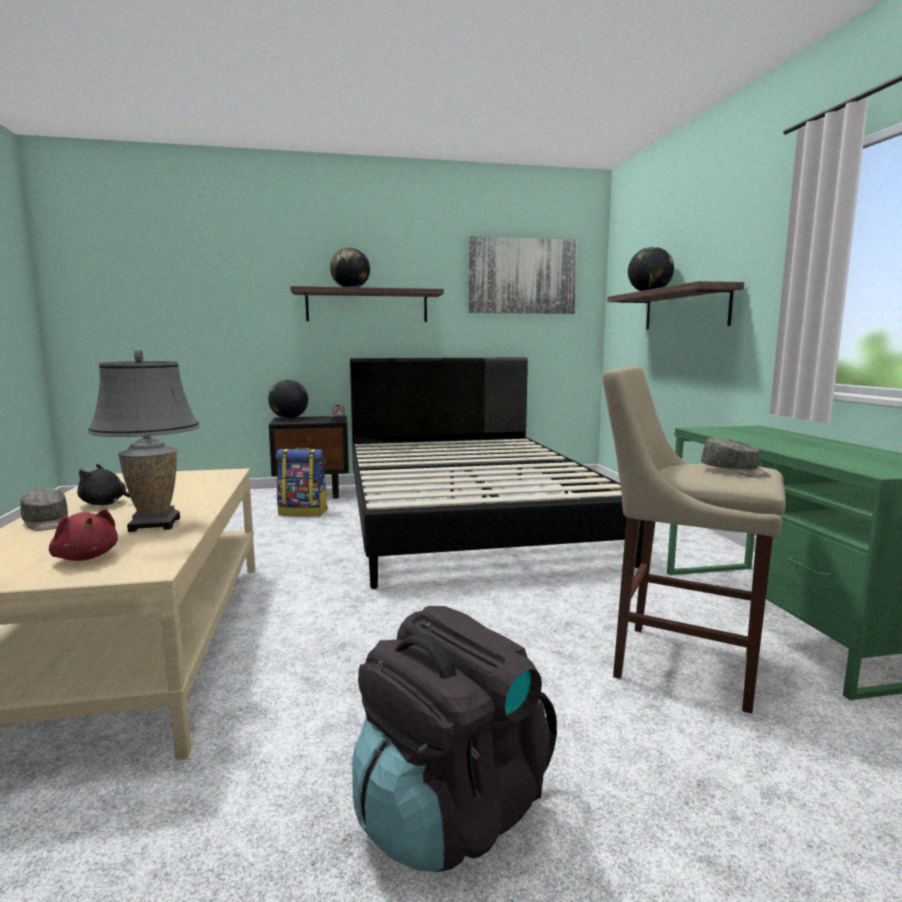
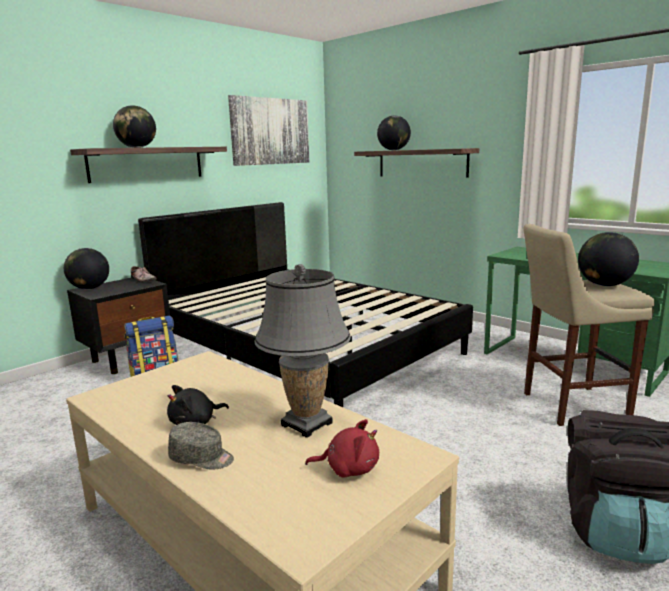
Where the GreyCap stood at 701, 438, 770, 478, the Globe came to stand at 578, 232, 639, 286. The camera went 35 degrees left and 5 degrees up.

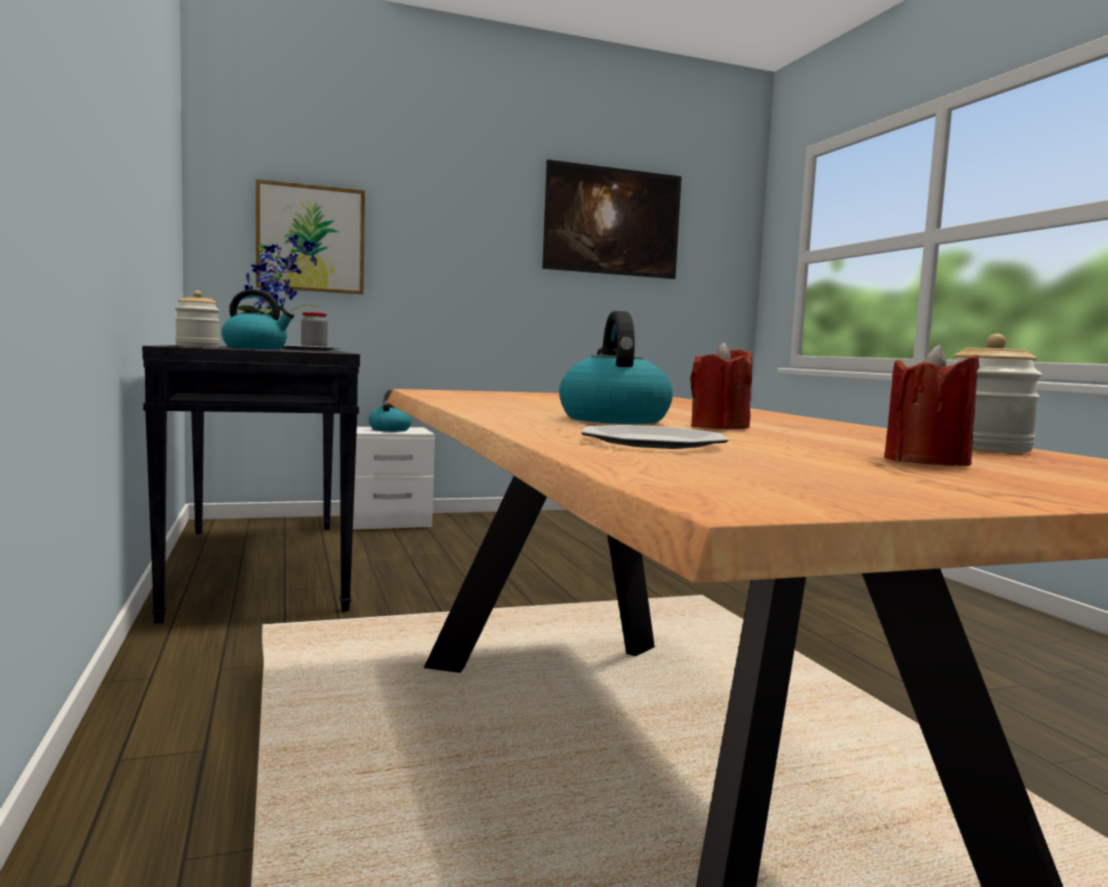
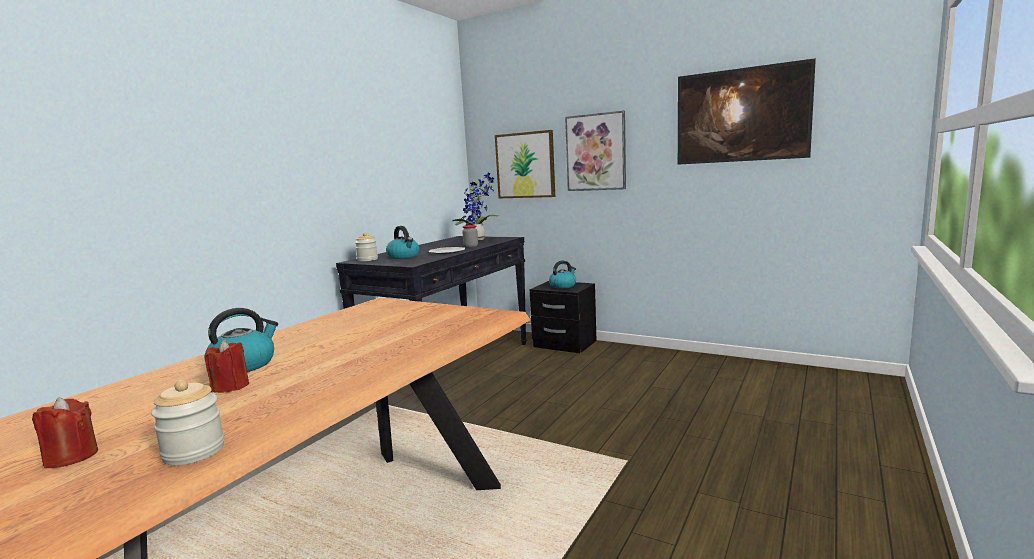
What was the WhiteNightstand at 353, 427, 435, 530 turned into the BlackNightstand at 530, 281, 596, 353. The second view gained the Picture at 565, 111, 626, 191. The second view lost the Plate at 582, 425, 728, 449. The camera went 50 degrees right and 5 degrees up.

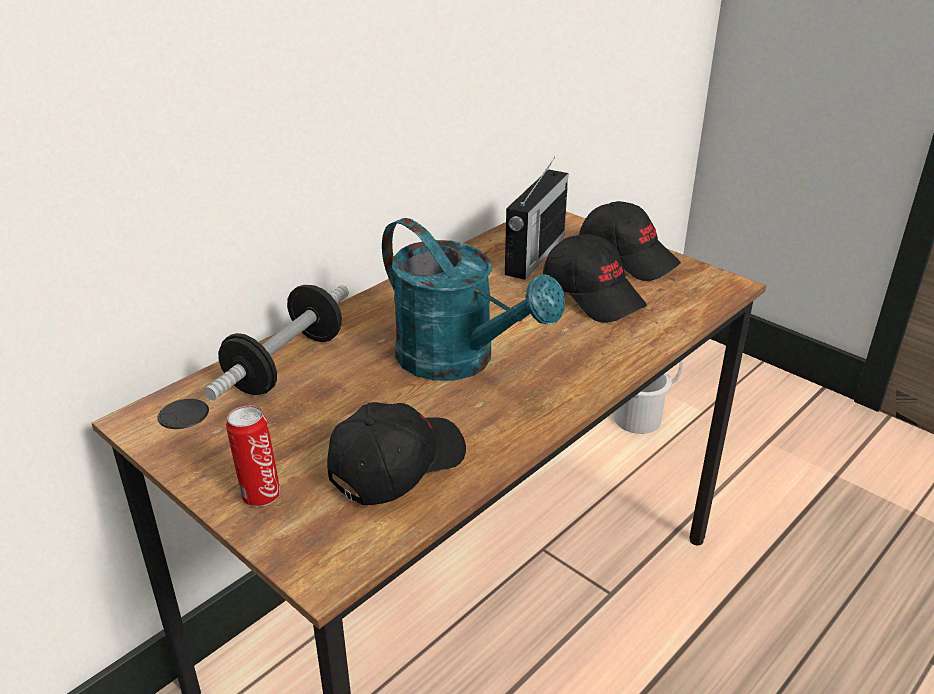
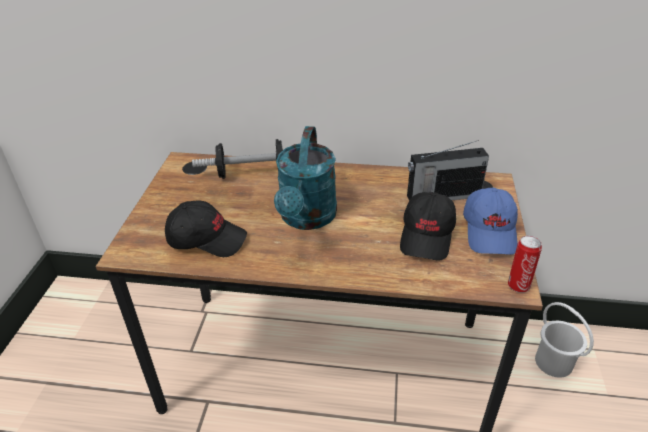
What was the BlackCap at 579, 201, 681, 281 turned into the BlueCap at 463, 187, 518, 255. The Can ended up elsewhere, having gone from 226, 405, 280, 507 to 508, 236, 542, 293. The camera went 55 degrees right and 5 degrees up.

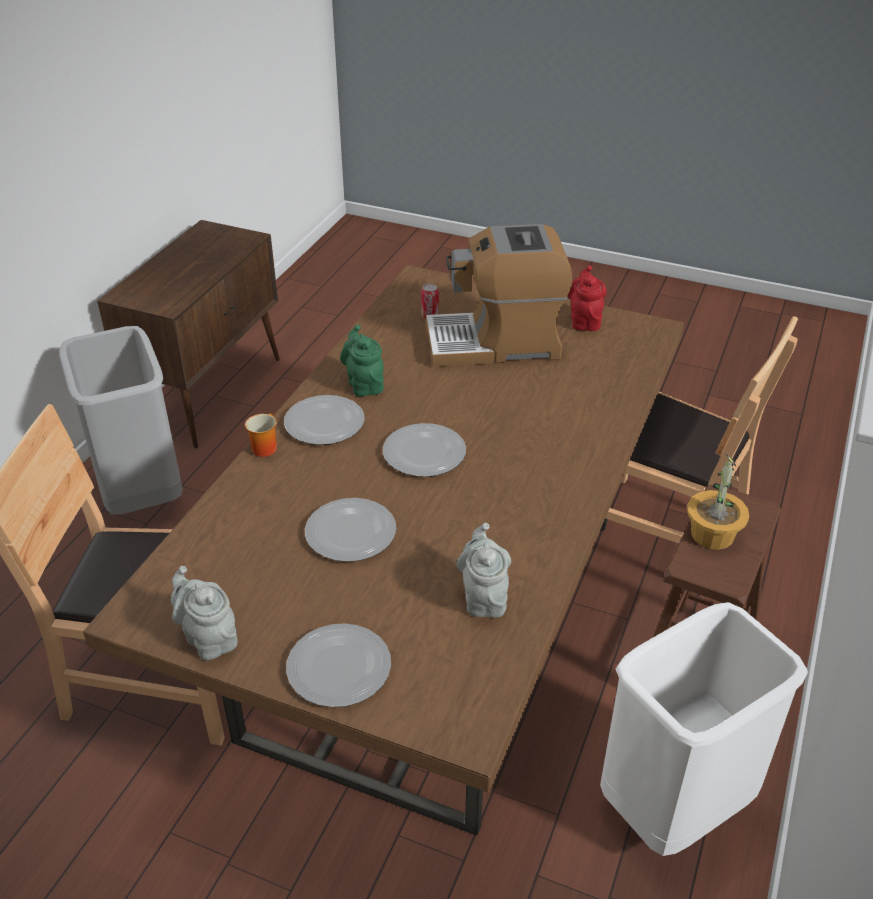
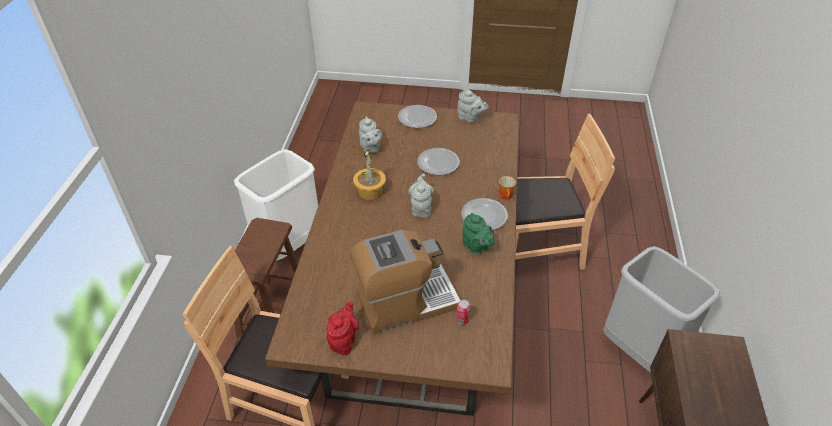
The RedTeapot at 568, 265, 607, 331 ended up facing another way, 150 degrees counterclockwise from before. The PottedPlant ended up elsewhere, having gone from 687, 453, 749, 550 to 353, 149, 386, 200. Where the Plate stood at 383, 423, 466, 477, the GreyTeapot came to stand at 408, 174, 434, 218. The camera went 165 degrees right and 5 degrees up.

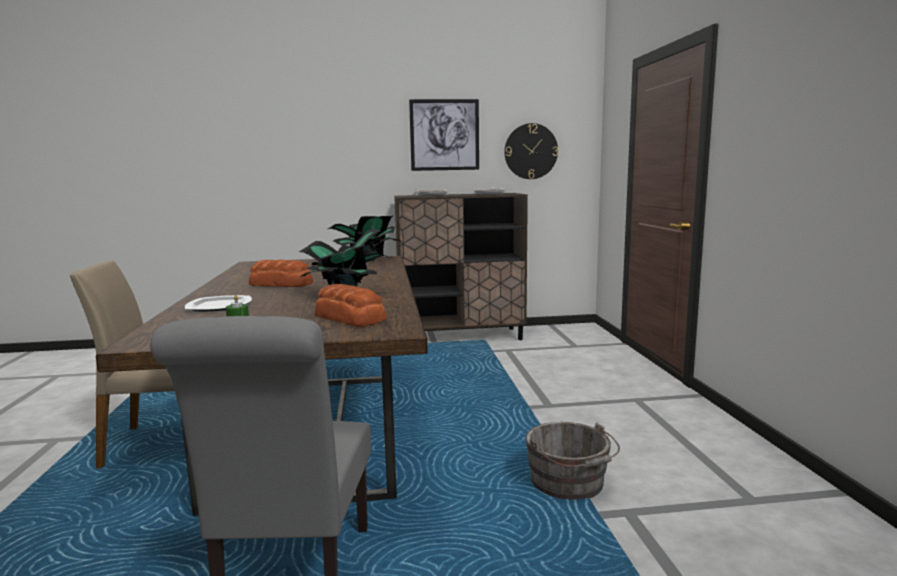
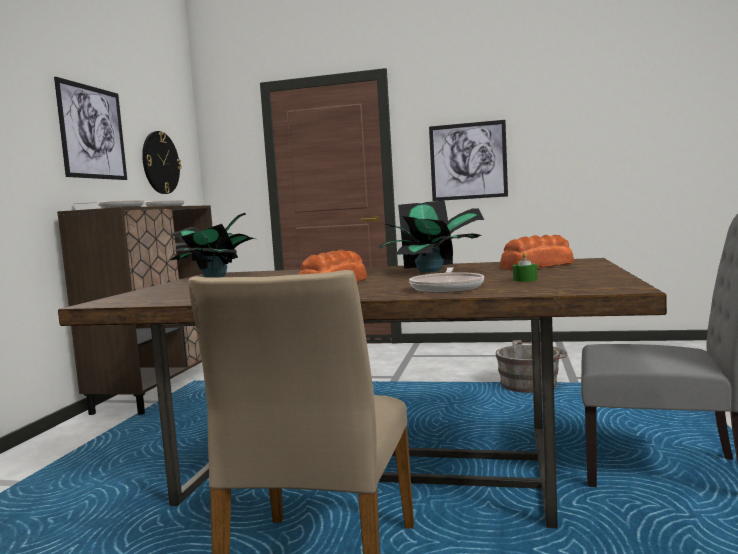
Where the Plate stood at 185, 295, 252, 311, the FryingPan came to stand at 409, 267, 484, 293. The second view gained the Picture at 429, 120, 508, 201. The camera went 70 degrees left and 5 degrees down.

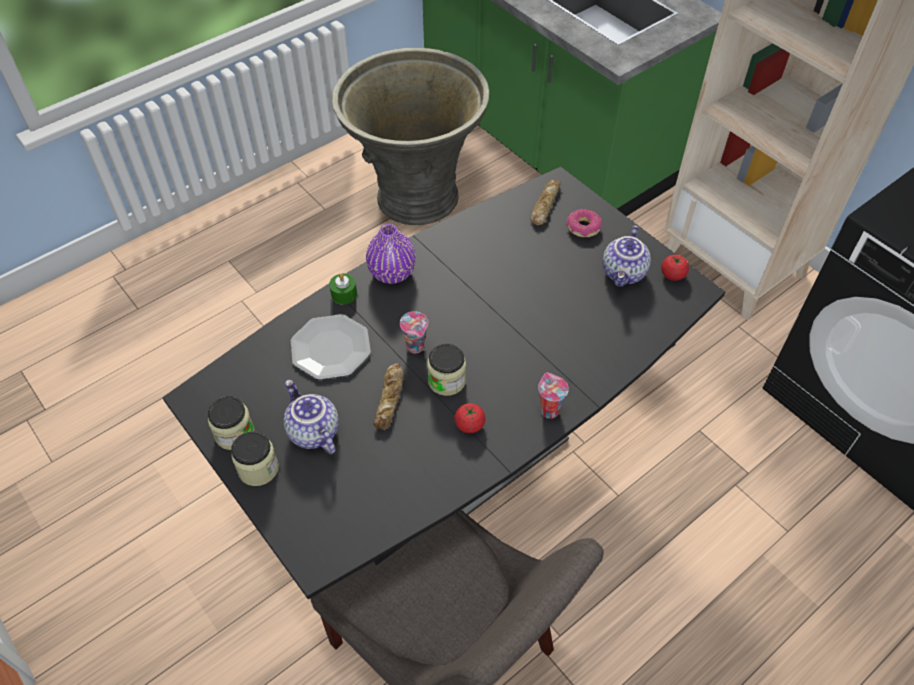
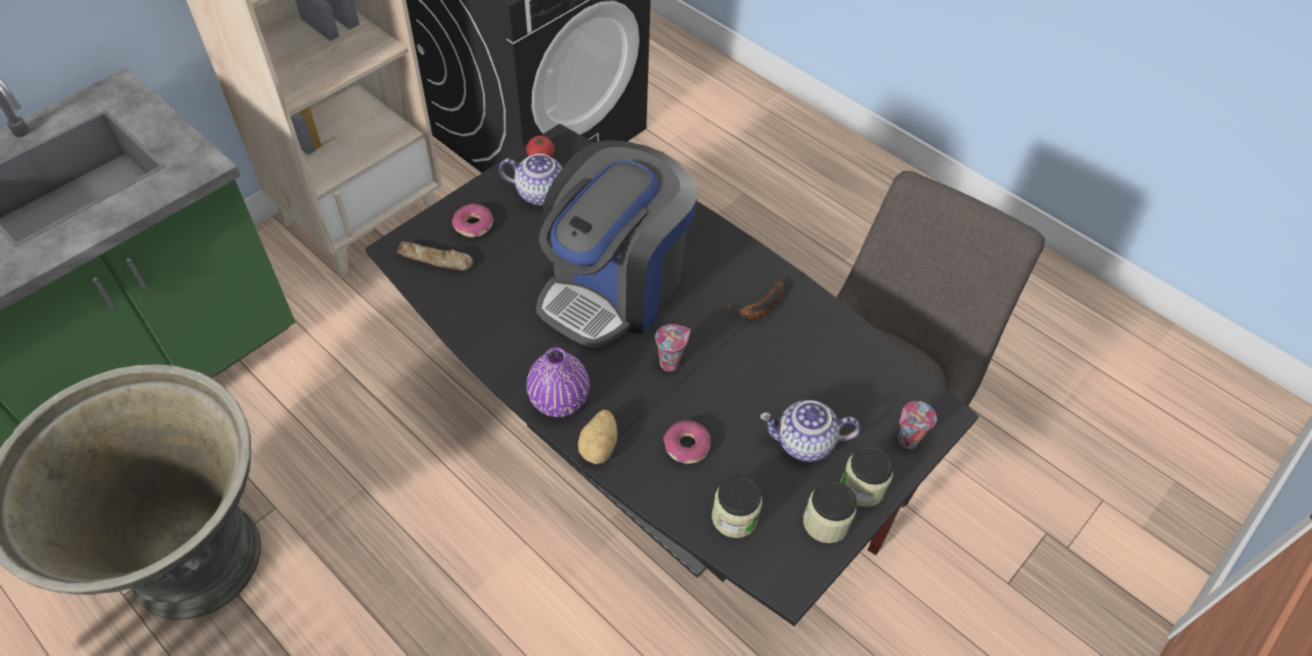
The second view gained the CoffeeMachine at 536, 140, 698, 348. Where the GreenCandle stood at 329, 273, 357, 305, the Potato came to stand at 578, 410, 617, 464. Where the Plate stood at 291, 314, 371, 380, the Donut came to stand at 663, 421, 711, 464. The Jar ended up elsewhere, having gone from 427, 344, 466, 396 to 712, 475, 762, 538. Where the Tomato stood at 454, 403, 486, 433, the Banana came to stand at 727, 279, 784, 319. The Teapot at 284, 380, 339, 454 ended up facing another way, 45 degrees clockwise from before. The Cup ended up elsewhere, having gone from 538, 373, 569, 419 to 898, 401, 937, 449. The second view lost the Bread at 373, 363, 404, 430. The camera went 100 degrees left and 0 degrees up.

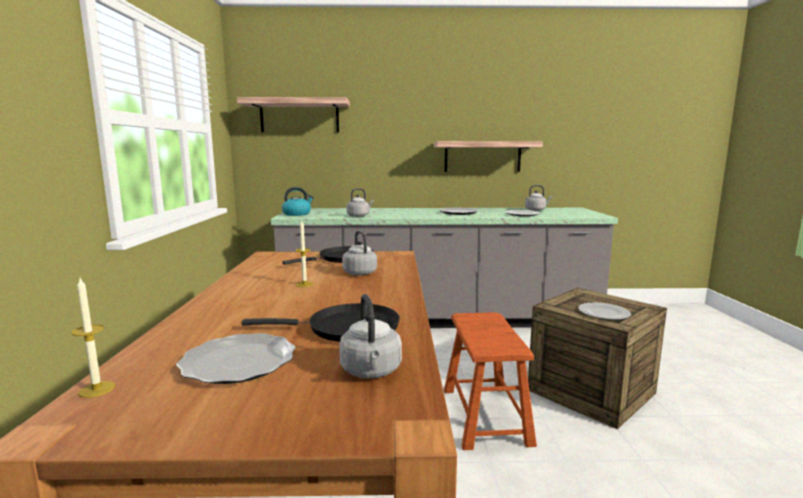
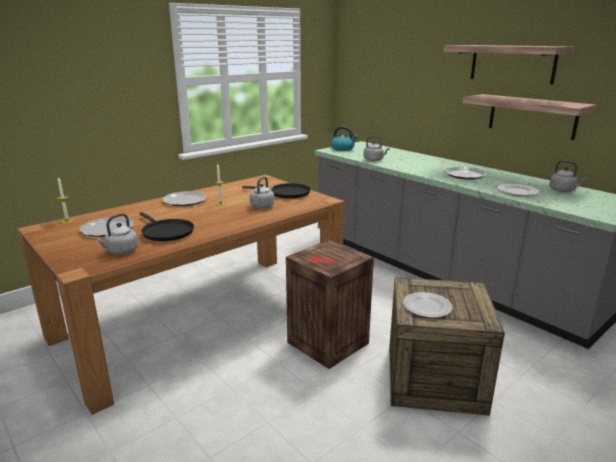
The second view gained the Plate at 162, 191, 207, 206. Where the BrownStool stood at 444, 312, 537, 450, the Crate came to stand at 286, 240, 374, 369. The Shelf ended up elsewhere, having gone from 237, 97, 350, 132 to 443, 45, 574, 84. The camera went 50 degrees right and 10 degrees up.

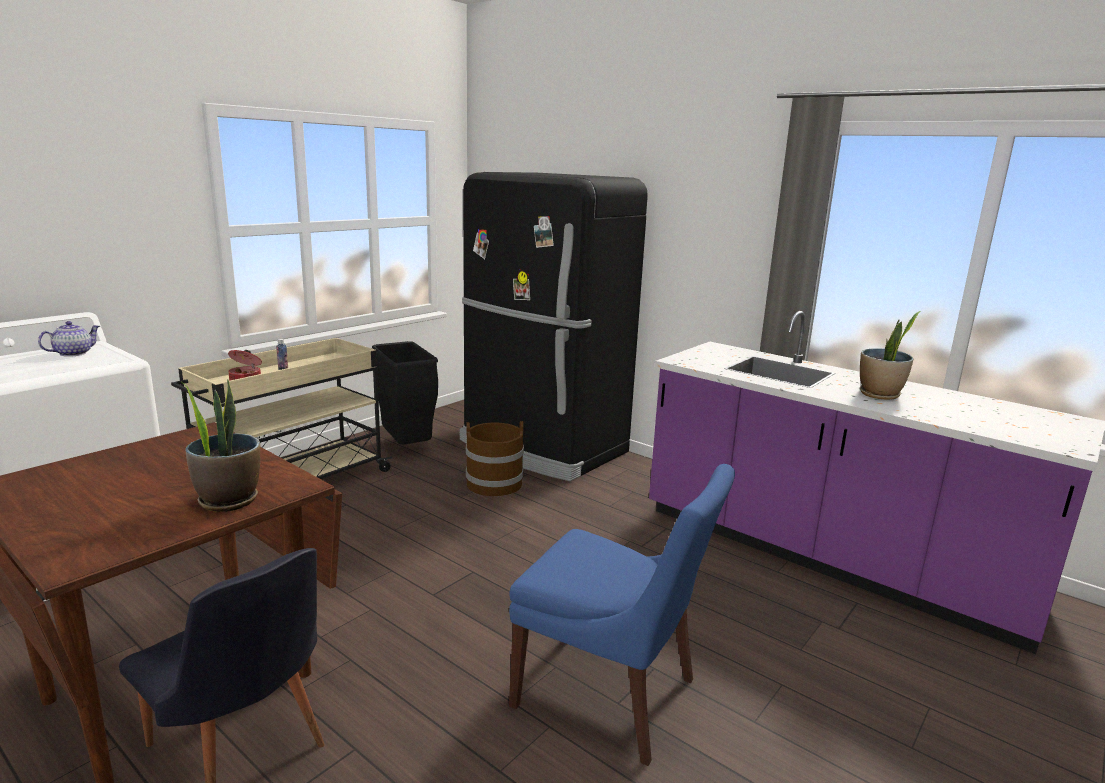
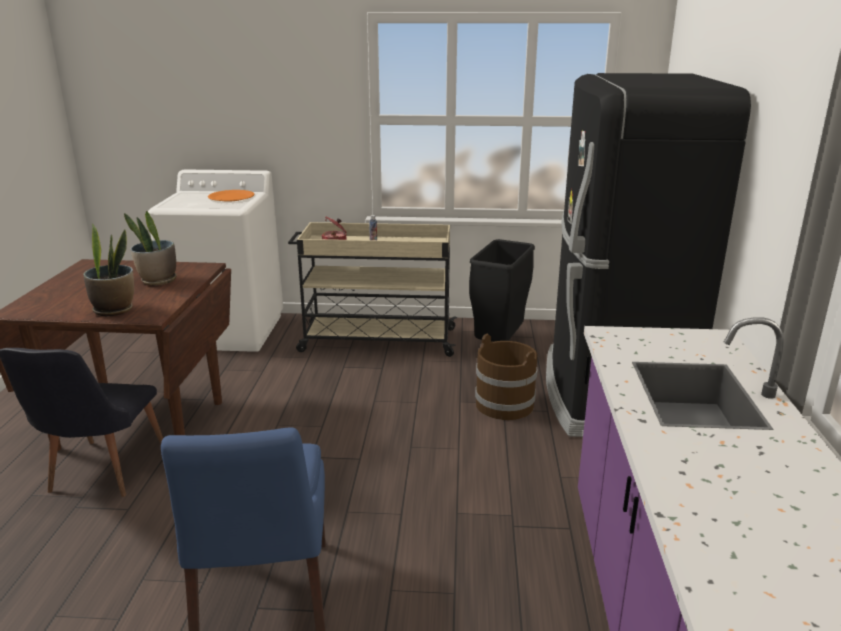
The PottedPlant ended up elsewhere, having gone from 860, 311, 920, 400 to 124, 211, 177, 285. Where the Teapot stood at 38, 321, 100, 357, the OrangePlate came to stand at 208, 190, 254, 201. The camera went 55 degrees right and 5 degrees up.

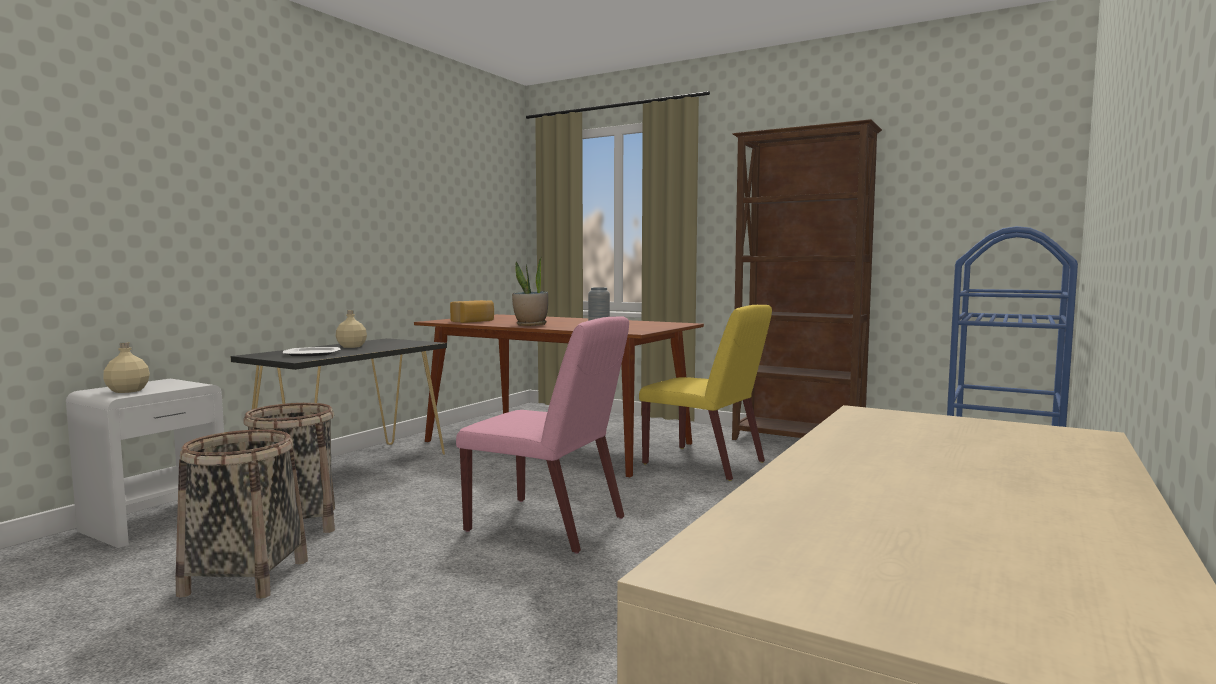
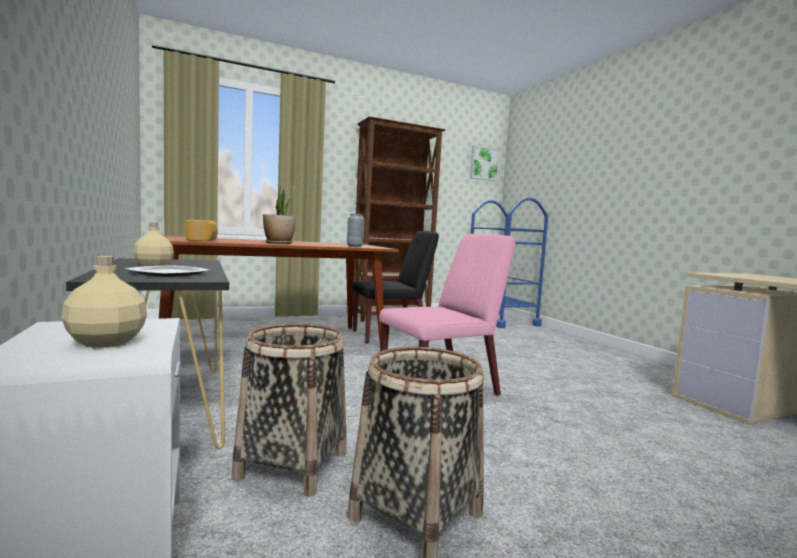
What was the YellowChair at 639, 305, 772, 481 turned into the BlackChair at 353, 231, 439, 344. The second view gained the Picture at 470, 145, 500, 181. The camera went 55 degrees left and 0 degrees up.

